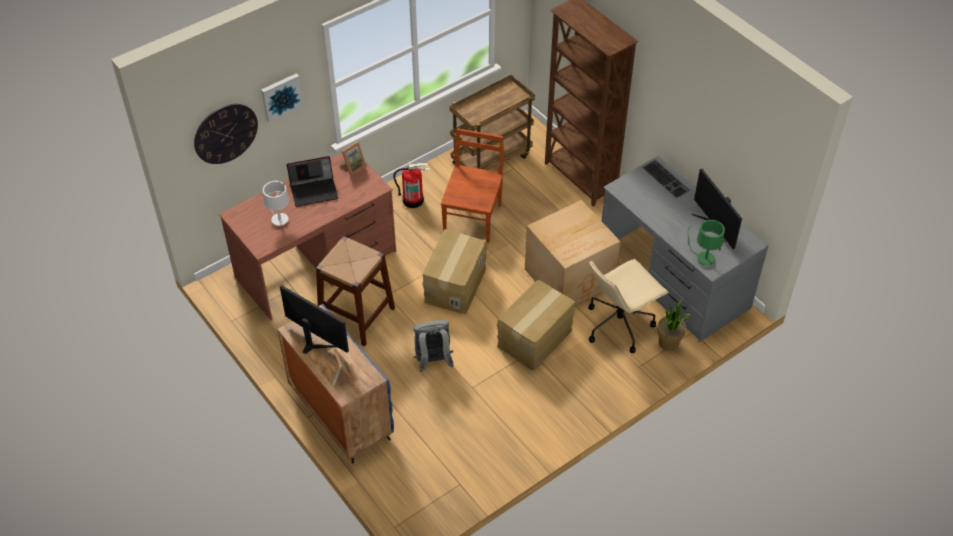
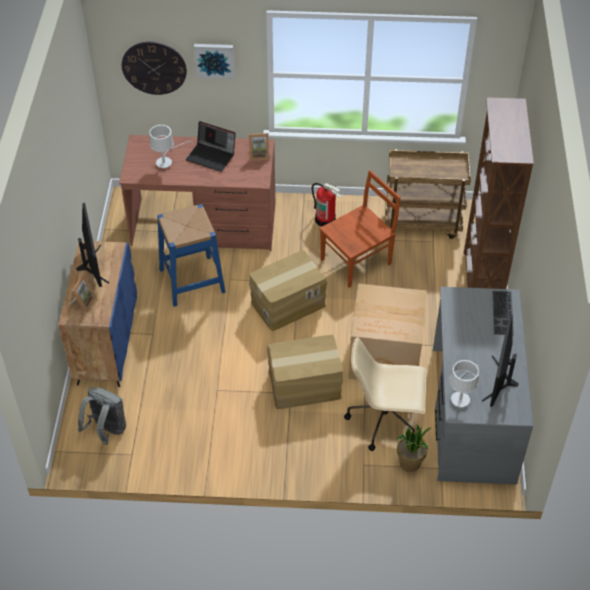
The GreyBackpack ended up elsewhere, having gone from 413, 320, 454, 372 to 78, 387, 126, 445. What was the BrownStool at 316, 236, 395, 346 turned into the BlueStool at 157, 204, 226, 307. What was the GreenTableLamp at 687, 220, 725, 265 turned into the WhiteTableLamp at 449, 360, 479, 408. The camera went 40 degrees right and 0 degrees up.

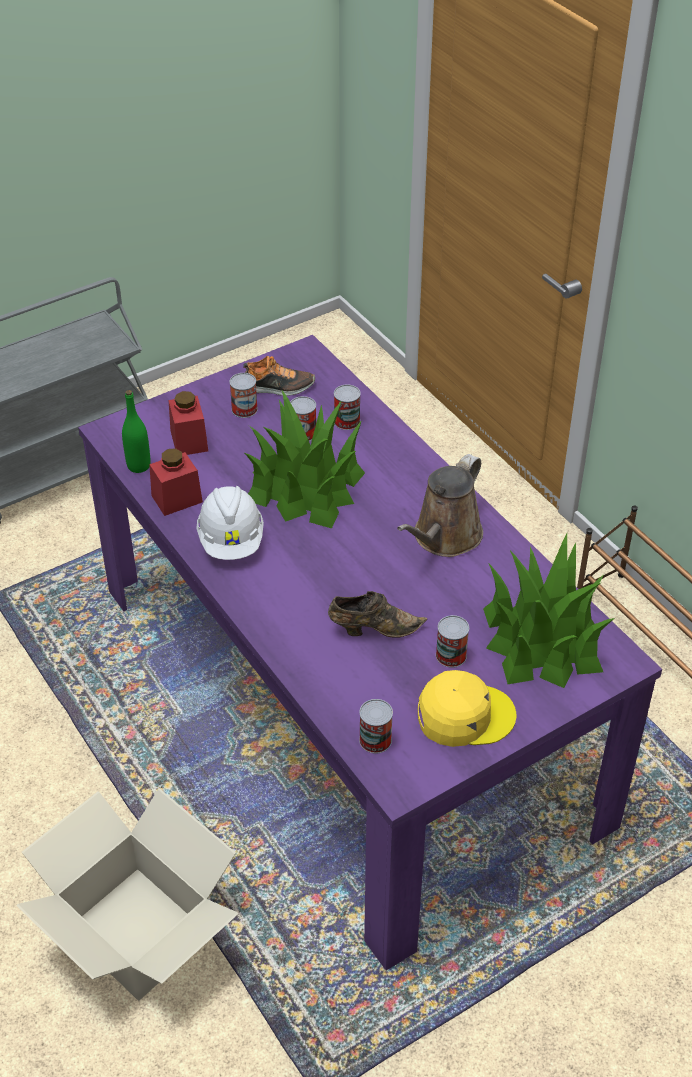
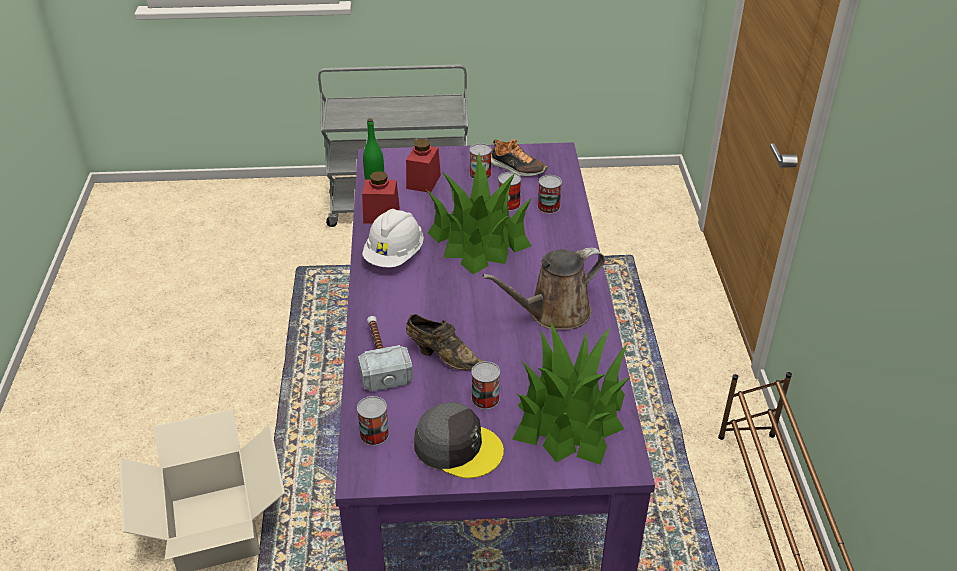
The second view gained the Hammer at 358, 316, 413, 391. What was the YellowCap at 418, 670, 516, 747 turned into the GreyCap at 414, 402, 504, 478. The camera went 30 degrees right and 5 degrees down.

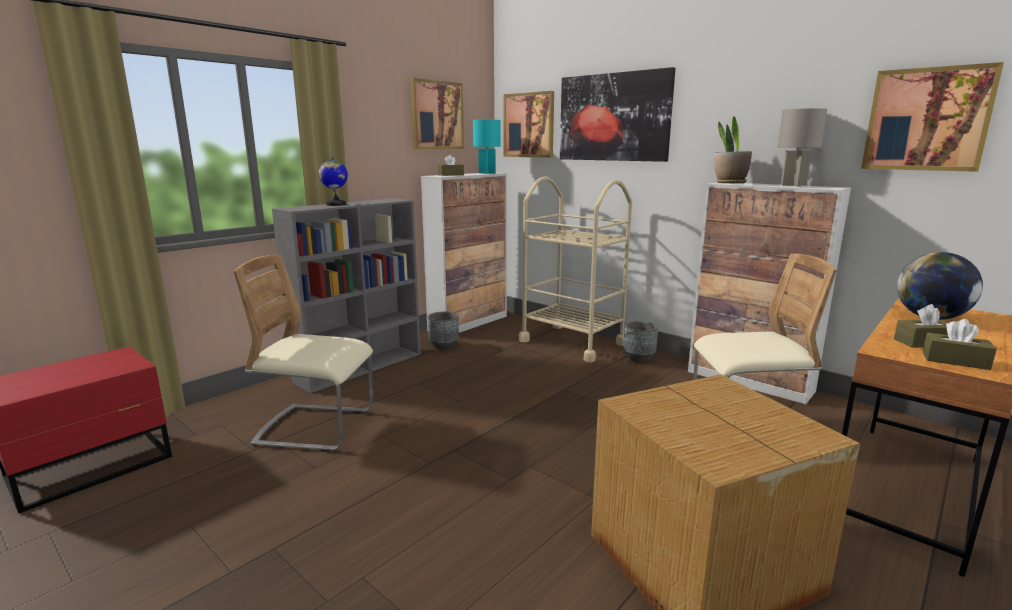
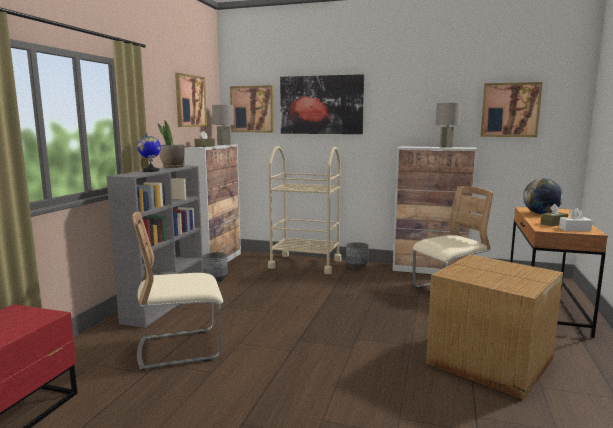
The PottedPlant ended up elsewhere, having gone from 715, 116, 752, 183 to 158, 120, 185, 168. What was the TurquoiseTableLamp at 473, 119, 501, 174 turned into the GreyTableLamp at 212, 105, 234, 145. What was the BrownTissueBox at 923, 319, 997, 370 turned into the WhiteTissueBox at 559, 208, 593, 231. The camera went 25 degrees left and 5 degrees down.

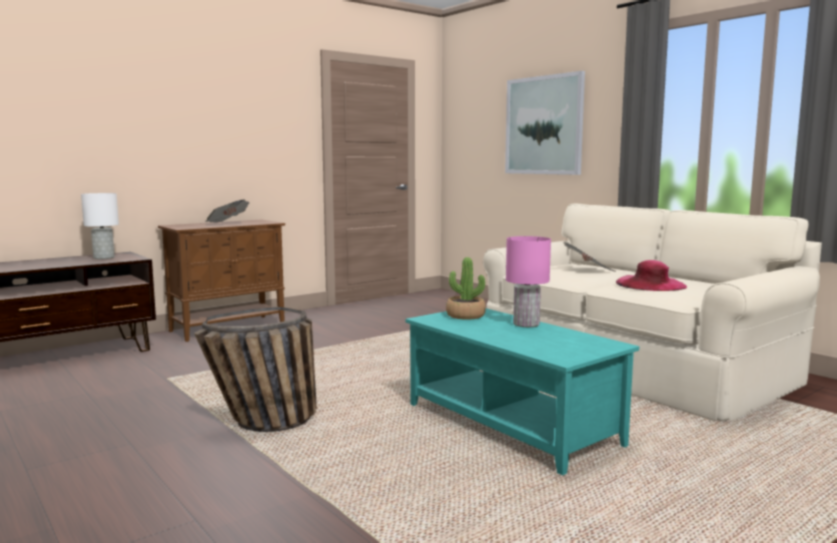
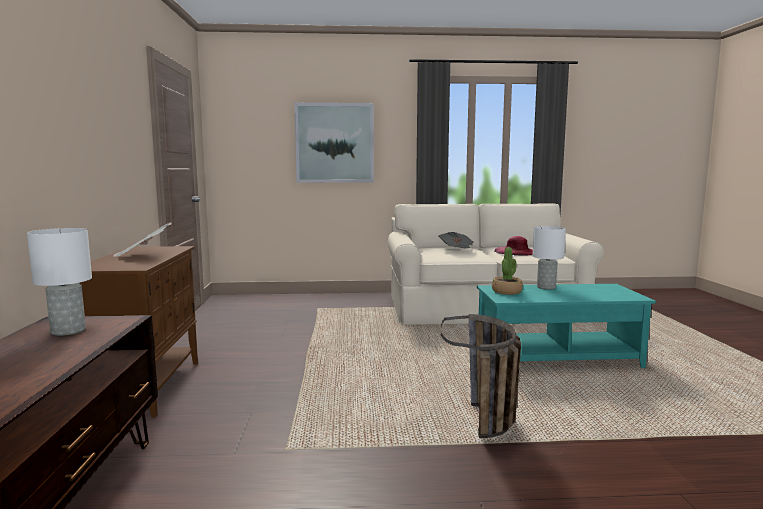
What was the PinkTableLamp at 506, 236, 551, 327 turned into the WhiteTableLamp at 532, 226, 566, 290. The camera went 55 degrees left and 0 degrees up.

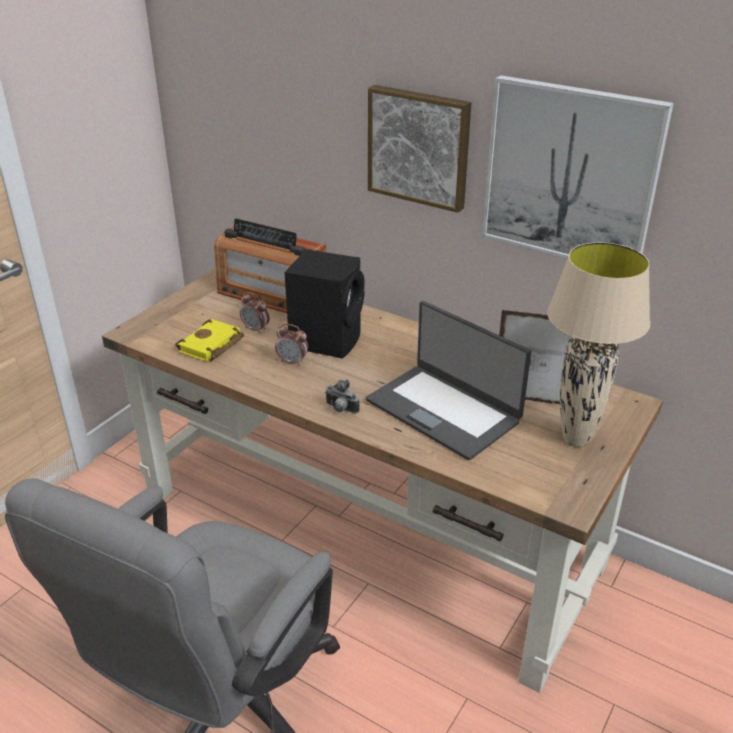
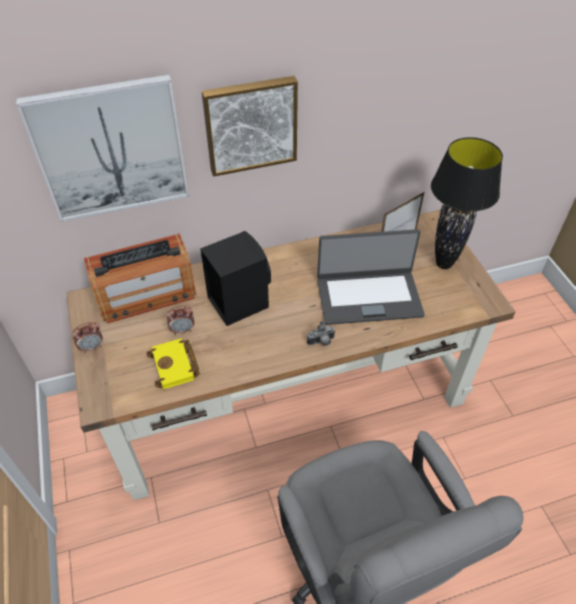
The Picture ended up elsewhere, having gone from 482, 75, 674, 259 to 16, 75, 190, 222. The AlarmClock ended up elsewhere, having gone from 275, 324, 308, 366 to 72, 322, 103, 353. What was the BeigeTableLamp at 547, 242, 650, 447 turned into the BlackTableLamp at 431, 137, 503, 269. The camera went 50 degrees left and 15 degrees up.

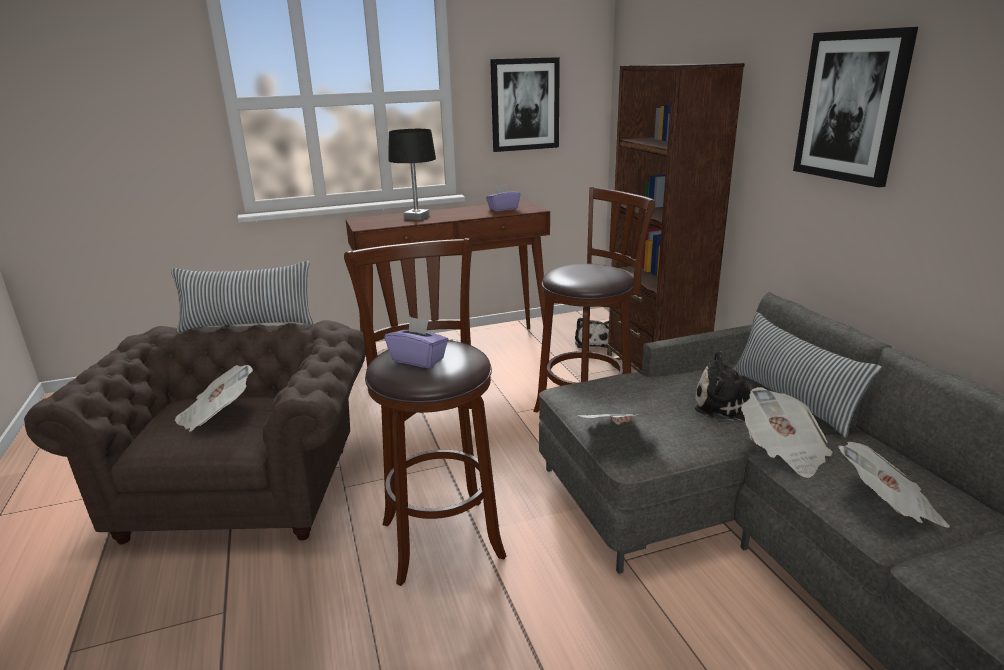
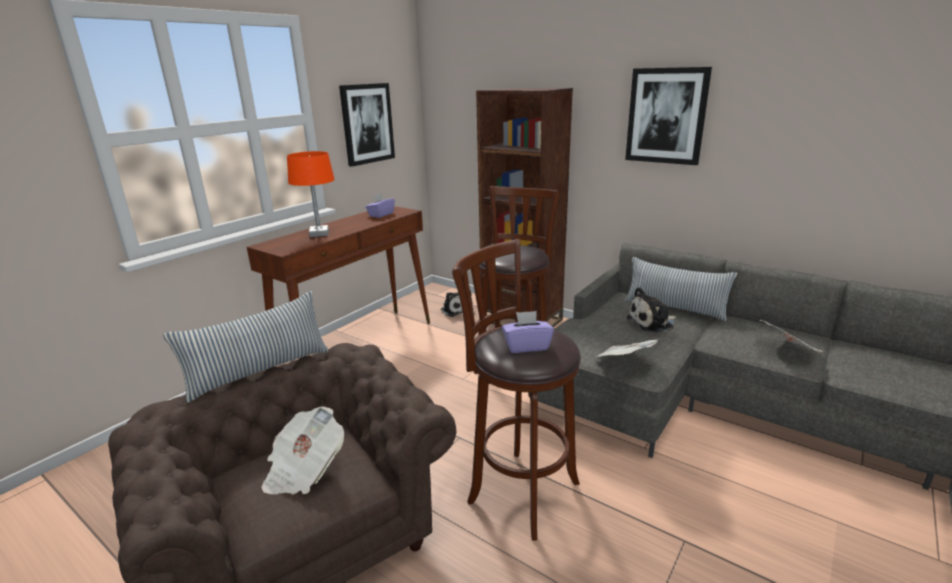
What was the BlackTableLamp at 388, 129, 436, 220 turned into the OrangeTableLamp at 287, 151, 334, 237. The second view lost the Newspaper at 741, 387, 832, 478. The camera went 35 degrees left and 0 degrees up.

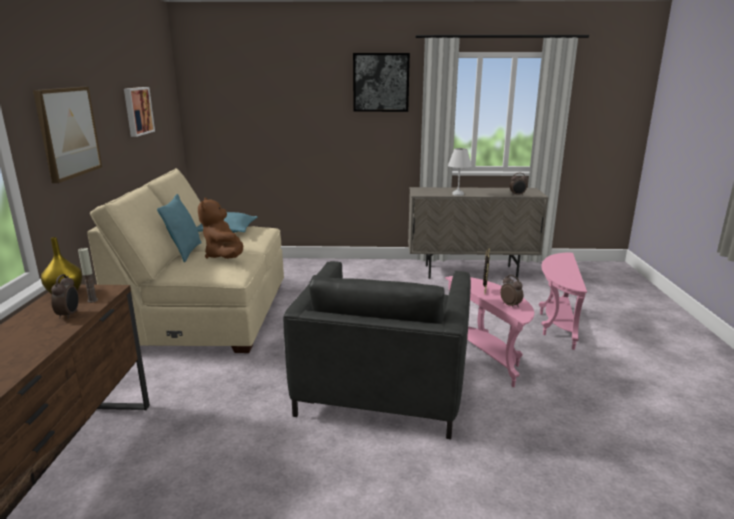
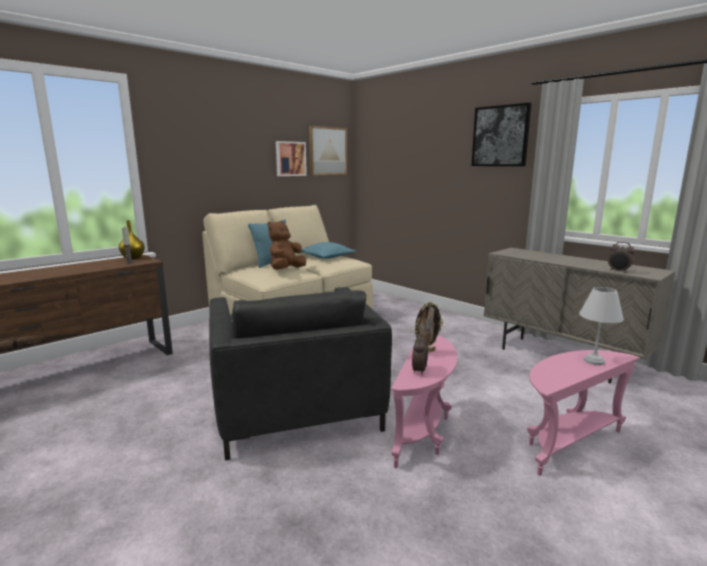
The GreyArmchair at 283, 261, 471, 439 ended up facing another way, 75 degrees counterclockwise from before. The Picture ended up elsewhere, having gone from 33, 87, 102, 183 to 309, 126, 347, 175. The WhiteTableLamp ended up elsewhere, having gone from 448, 148, 472, 196 to 579, 287, 624, 365. The second view lost the AlarmClock at 51, 274, 79, 319. The camera went 45 degrees right and 5 degrees down.

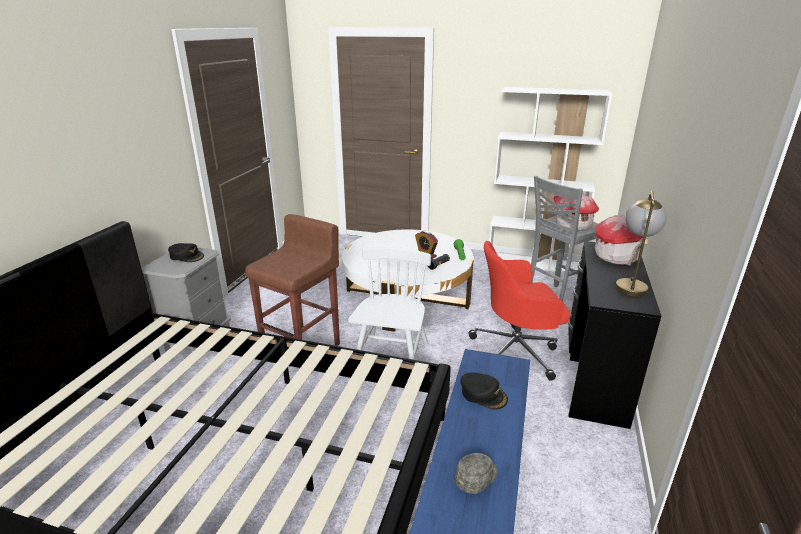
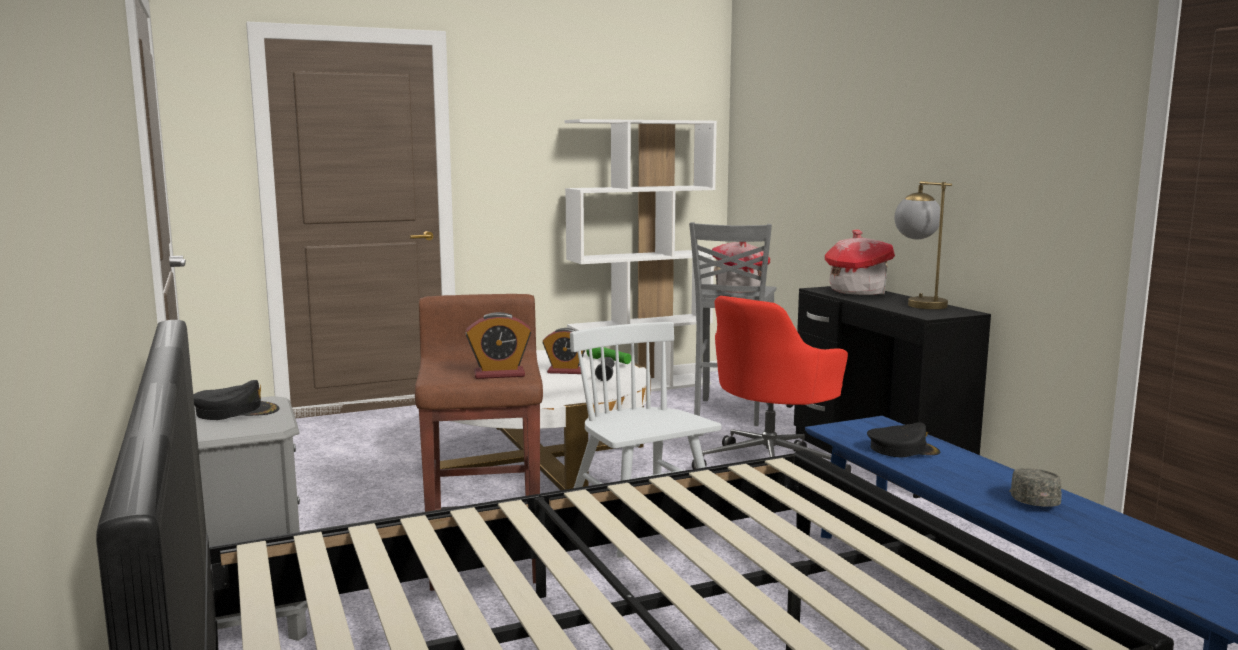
The second view gained the AlarmClock at 466, 312, 531, 379. The camera went 40 degrees left and 15 degrees down.

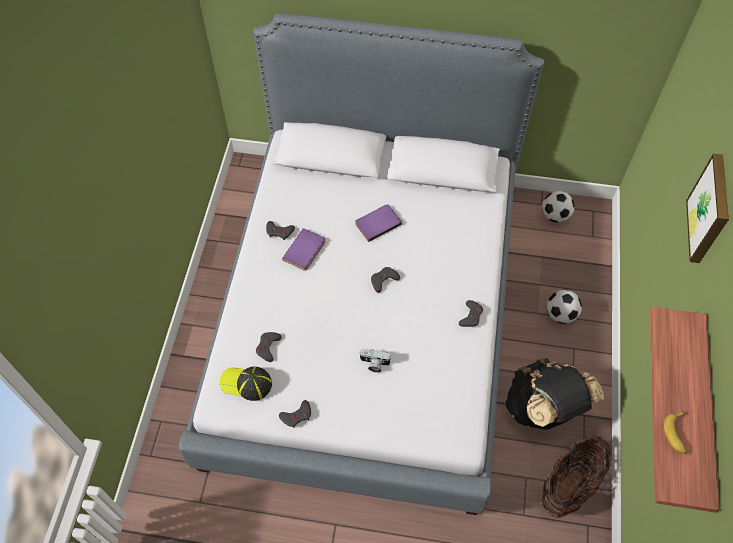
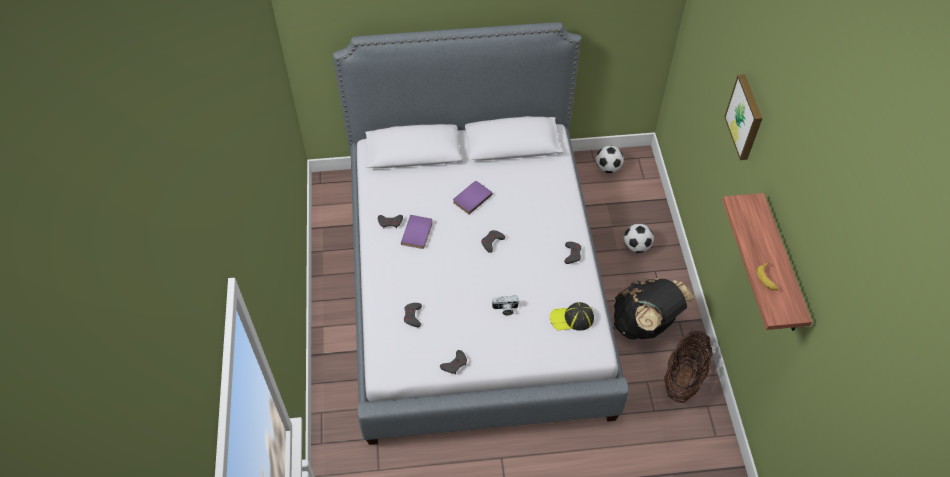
The Cap ended up elsewhere, having gone from 220, 366, 272, 401 to 550, 302, 594, 331. The camera went 15 degrees left and 5 degrees down.

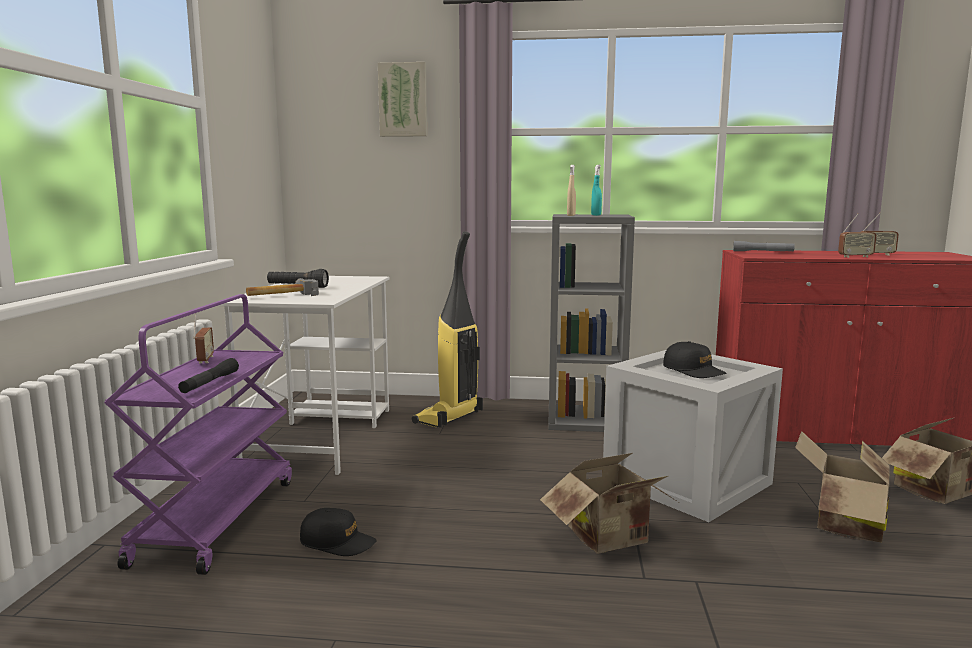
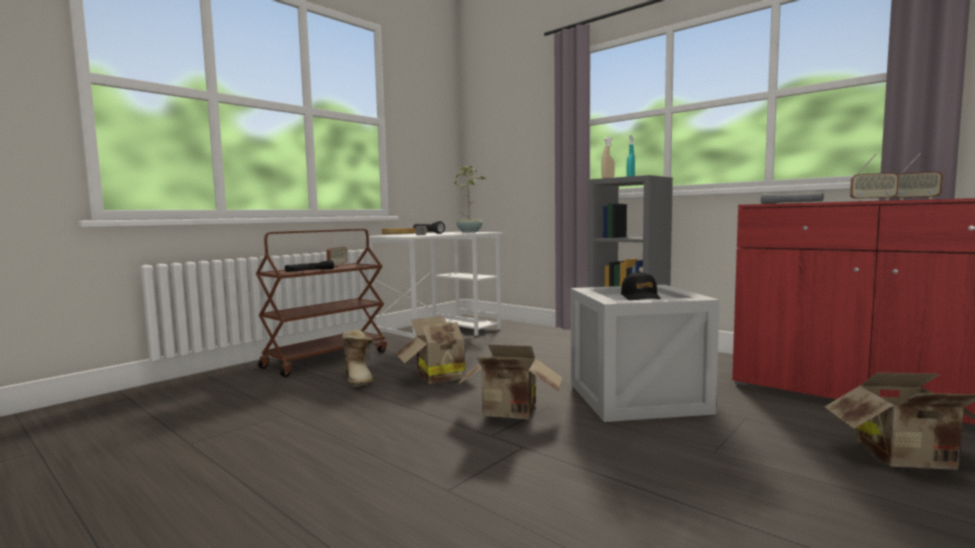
What was the PurpleCart at 104, 294, 292, 575 turned into the BrownCart at 256, 229, 387, 377. Where the BlackCap stood at 300, 508, 377, 556, the Boot came to stand at 342, 329, 374, 388. The CardboardBox ended up elsewhere, having gone from 795, 431, 889, 543 to 395, 316, 482, 384. The second view gained the PottedPlant at 454, 166, 487, 232. The second view lost the Picture at 378, 62, 427, 137. The second view lost the VacuumCleaner at 412, 231, 483, 428. The camera went 35 degrees right and 5 degrees down.

